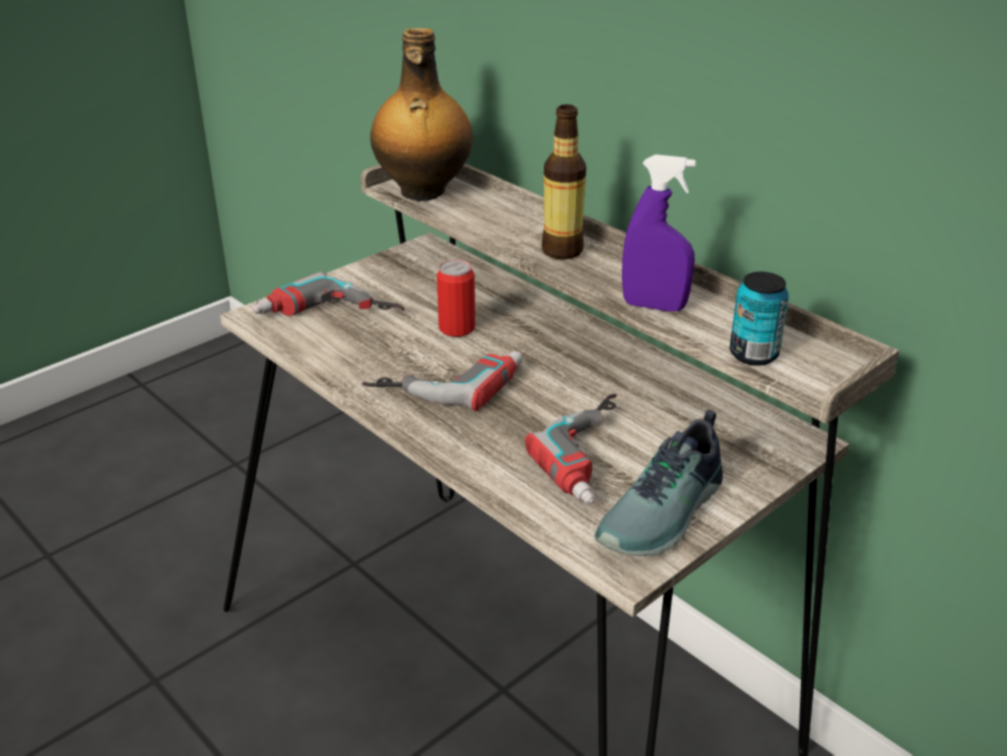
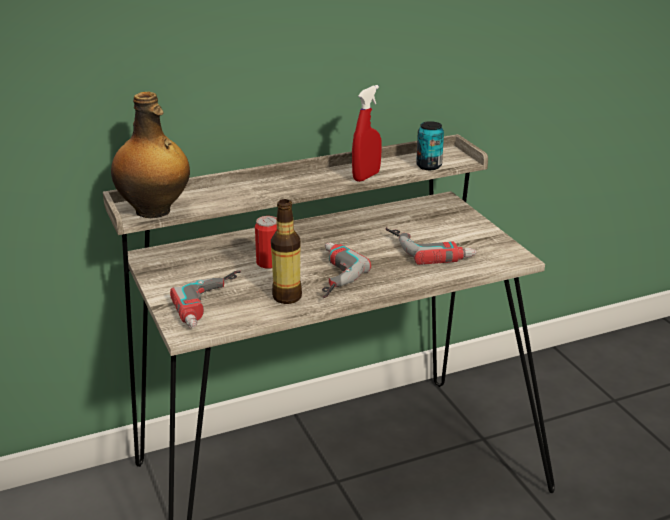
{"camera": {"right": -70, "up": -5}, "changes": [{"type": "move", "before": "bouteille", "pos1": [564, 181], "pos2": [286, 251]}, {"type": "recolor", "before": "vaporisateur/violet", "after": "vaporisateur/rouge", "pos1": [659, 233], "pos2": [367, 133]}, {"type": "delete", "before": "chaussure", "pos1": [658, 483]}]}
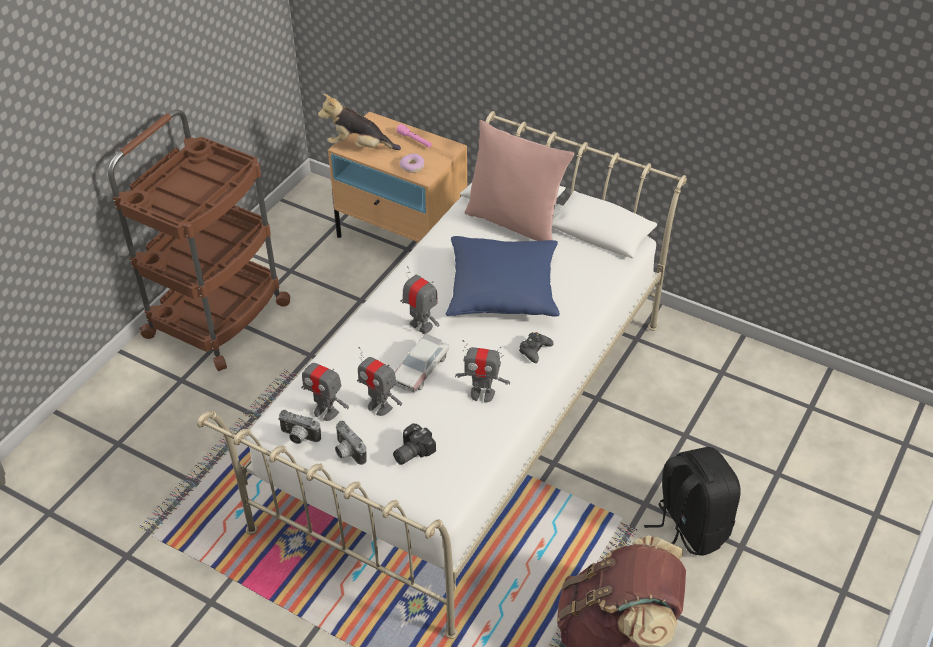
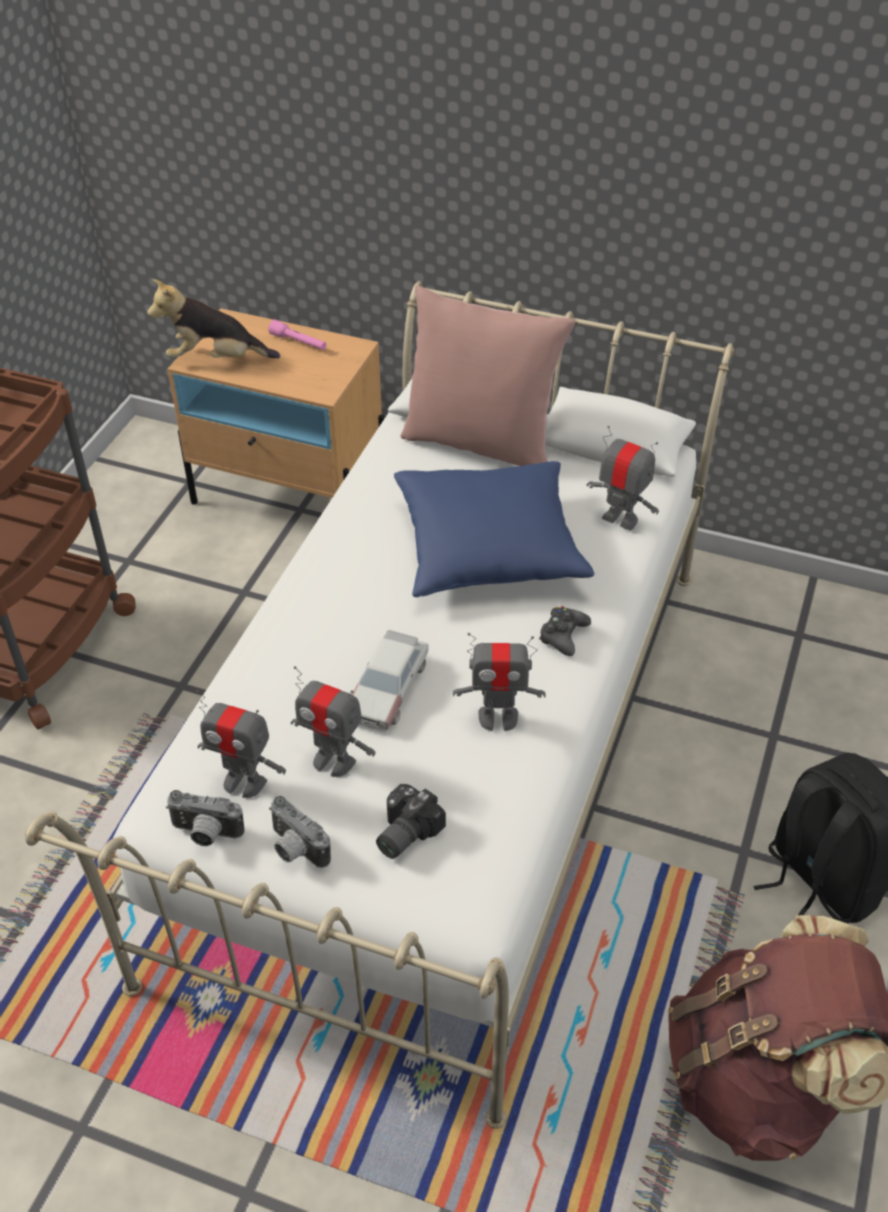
{"camera": {"right": -10, "up": 0}, "changes": [{"type": "delete", "before": "beignet", "pos1": [412, 163]}, {"type": "move", "before": "robot jouet", "pos1": [420, 300], "pos2": [623, 478]}]}
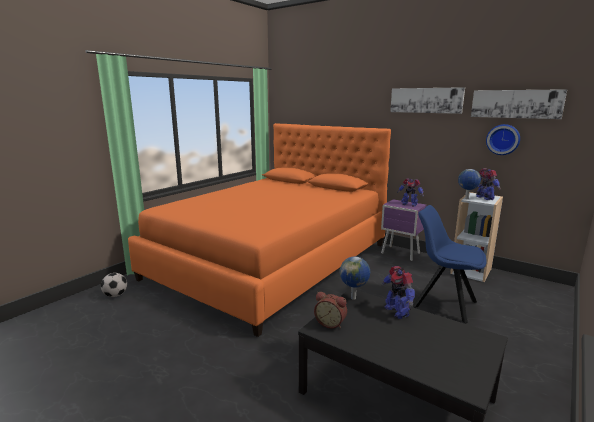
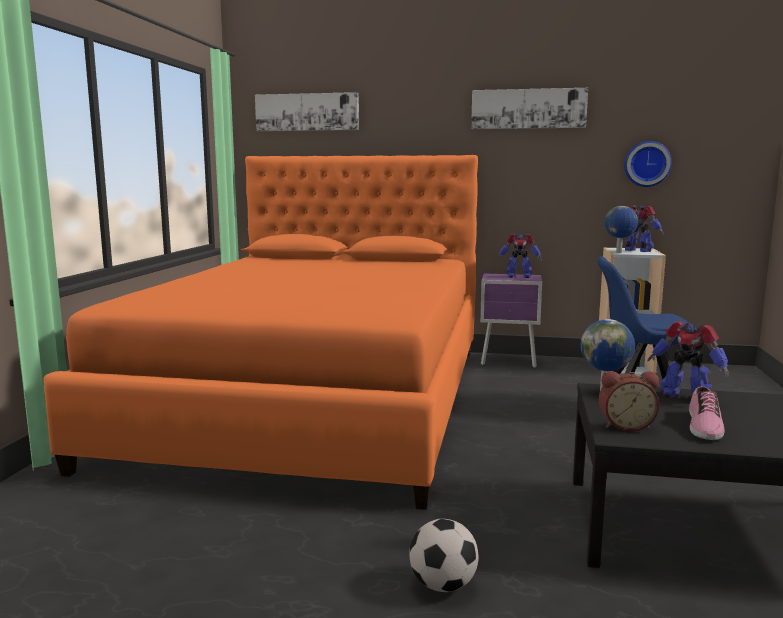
{"camera": {"right": -25, "up": -5}, "changes": [{"type": "move", "before": "tableau", "pos1": [519, 104], "pos2": [307, 111]}, {"type": "move", "before": "ballon de foot", "pos1": [114, 285], "pos2": [443, 555]}, {"type": "insert", "after": "chaussure", "pos2": [707, 413]}]}
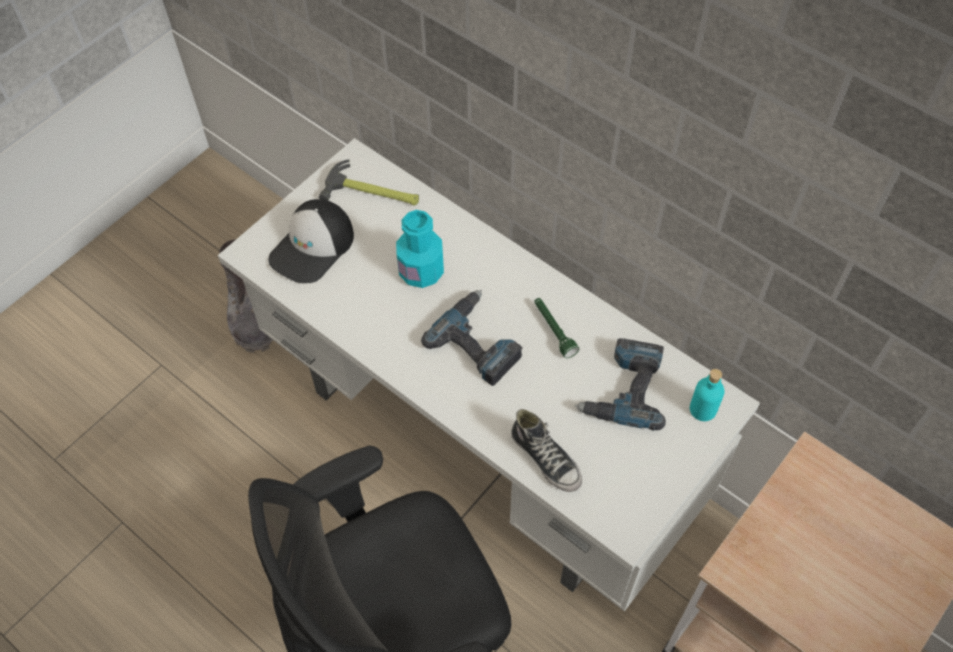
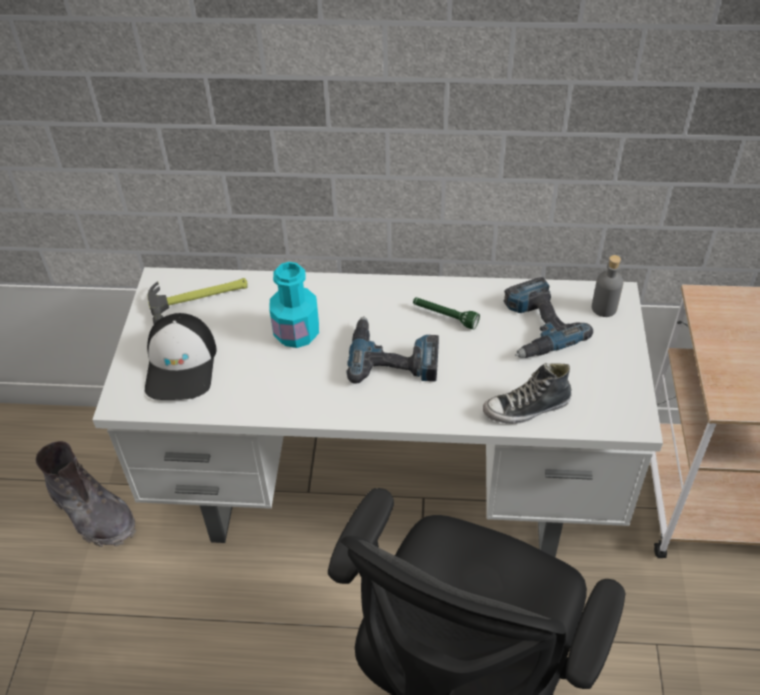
{"camera": {"right": -35, "up": -10}, "changes": [{"type": "recolor", "before": "bouteille/turquoise", "after": "bouteille/gris", "pos1": [707, 395], "pos2": [607, 286]}, {"type": "rotate", "before": "chaussure", "pos1": [546, 450], "pos2": [527, 393], "turn": 150}]}
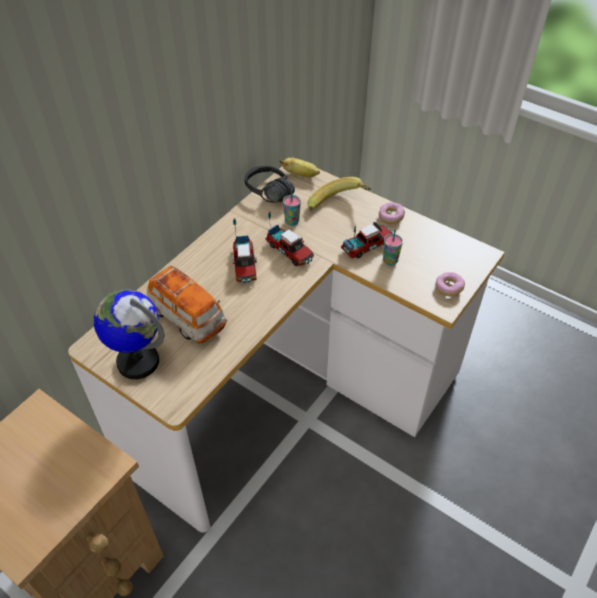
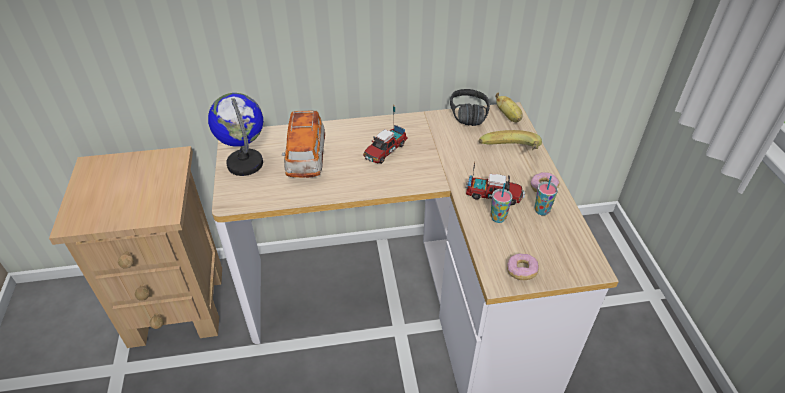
{"camera": {"right": 45, "up": -5}, "changes": [{"type": "move", "before": "tasse", "pos1": [292, 207], "pos2": [546, 196]}, {"type": "delete", "before": "camion jouet", "pos1": [290, 238]}]}
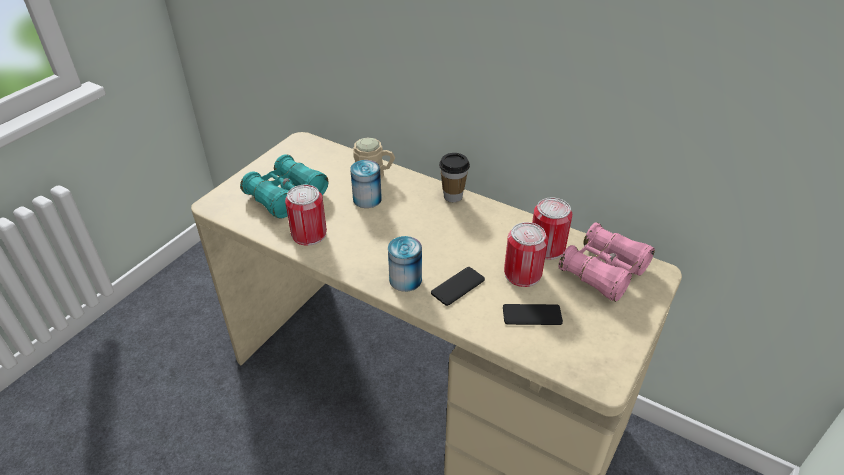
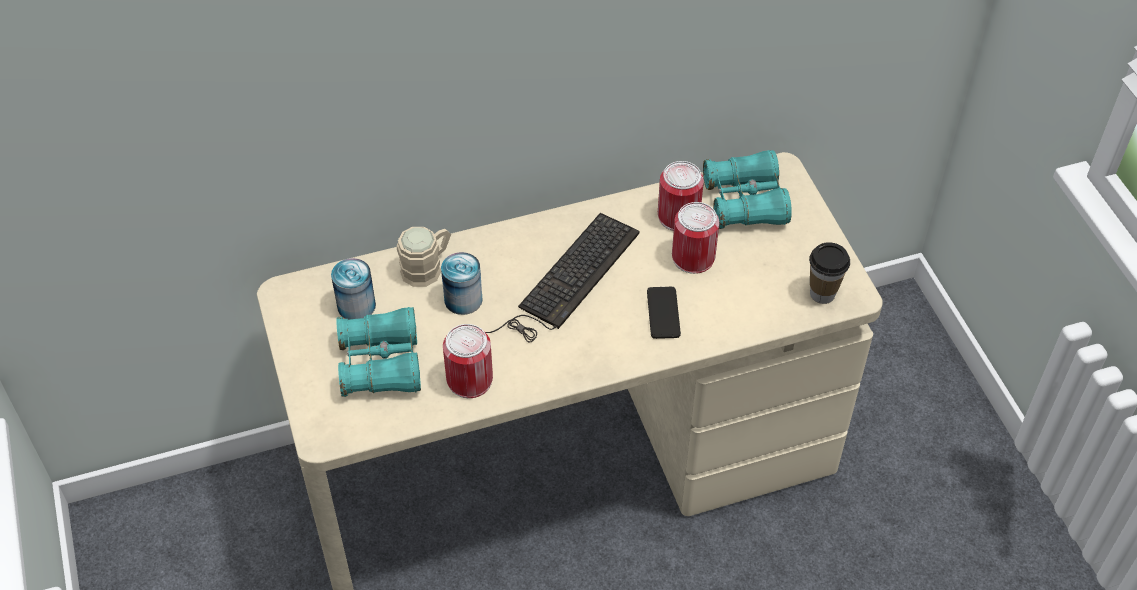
{"camera": {"right": -50, "up": 10}, "changes": [{"type": "move", "before": "tasse", "pos1": [454, 177], "pos2": [829, 273]}, {"type": "recolor", "before": "jumelles/rose", "after": "jumelles/turquoise", "pos1": [606, 262], "pos2": [747, 189]}, {"type": "move", "before": "boîte métallique", "pos1": [405, 264], "pos2": [353, 289]}, {"type": "delete", "before": "téléphone", "pos1": [533, 314]}, {"type": "insert", "after": "clavier", "pos2": [562, 277]}]}
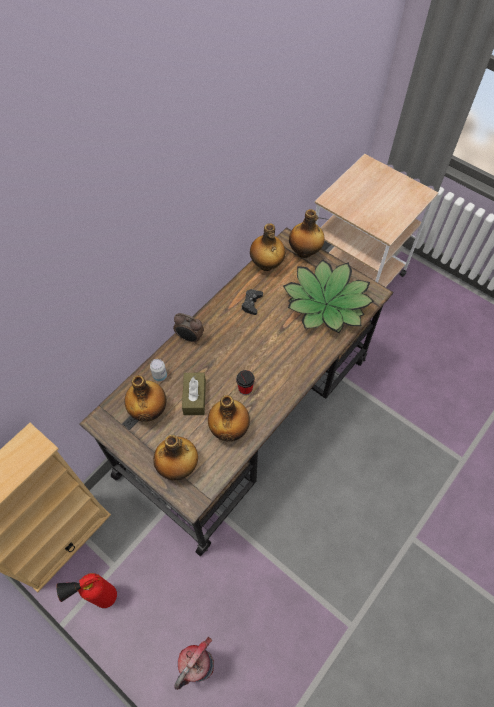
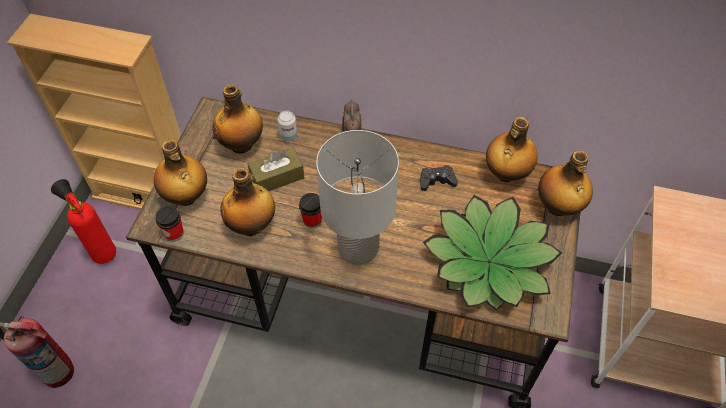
{"camera": {"right": 65, "up": -5}, "changes": [{"type": "insert", "after": "lampe de table/gris", "pos2": [357, 197]}, {"type": "insert", "after": "tasse", "pos2": [169, 224]}]}
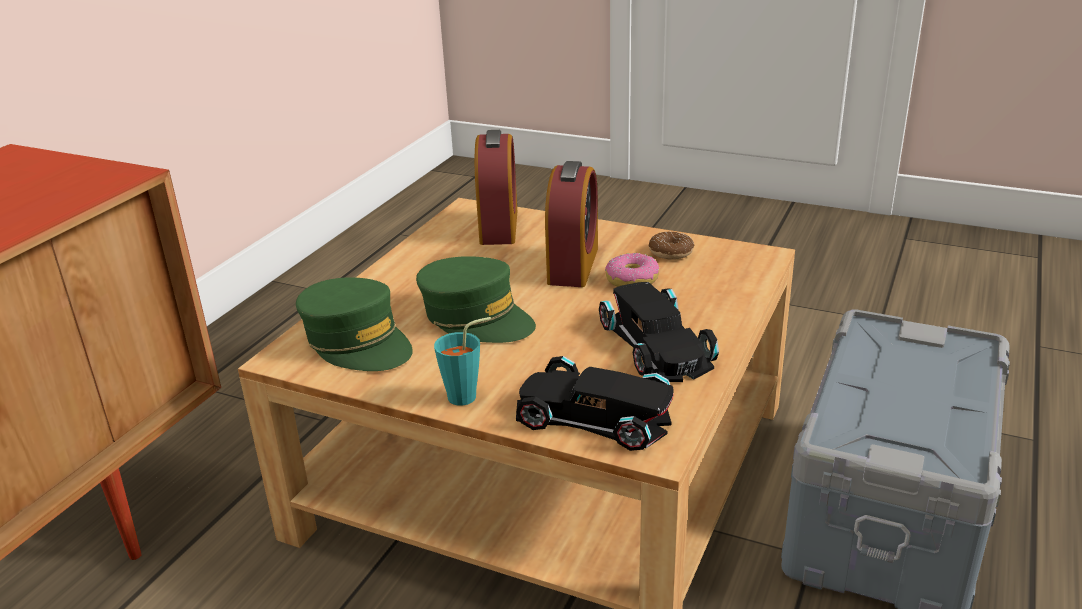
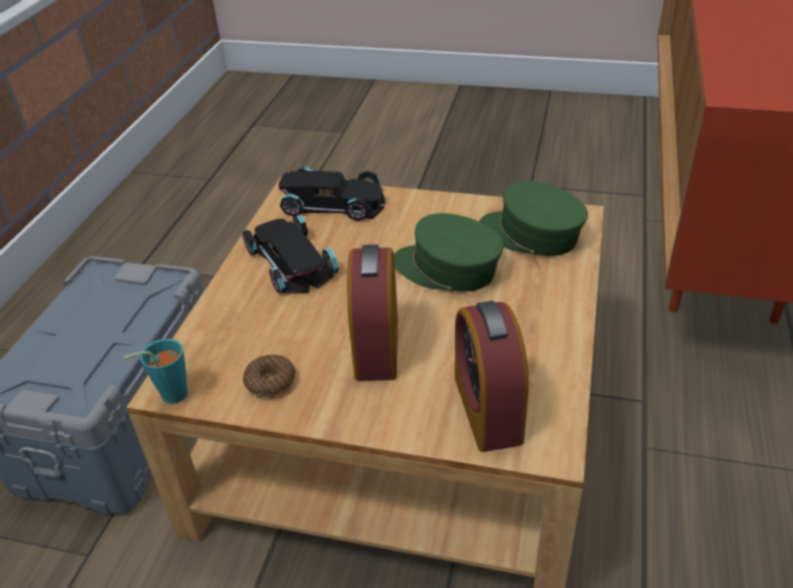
{"camera": {"right": 170, "up": 10}, "changes": [{"type": "delete", "before": "beignet", "pos1": [632, 270]}, {"type": "move", "before": "tasse/turquoise", "pos1": [462, 361], "pos2": [156, 371]}]}
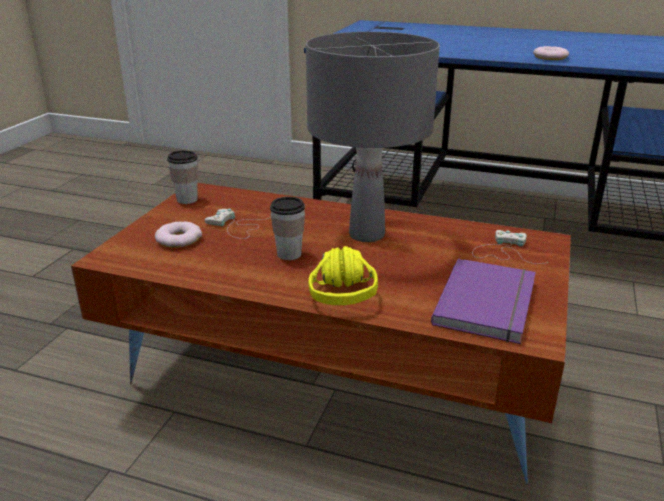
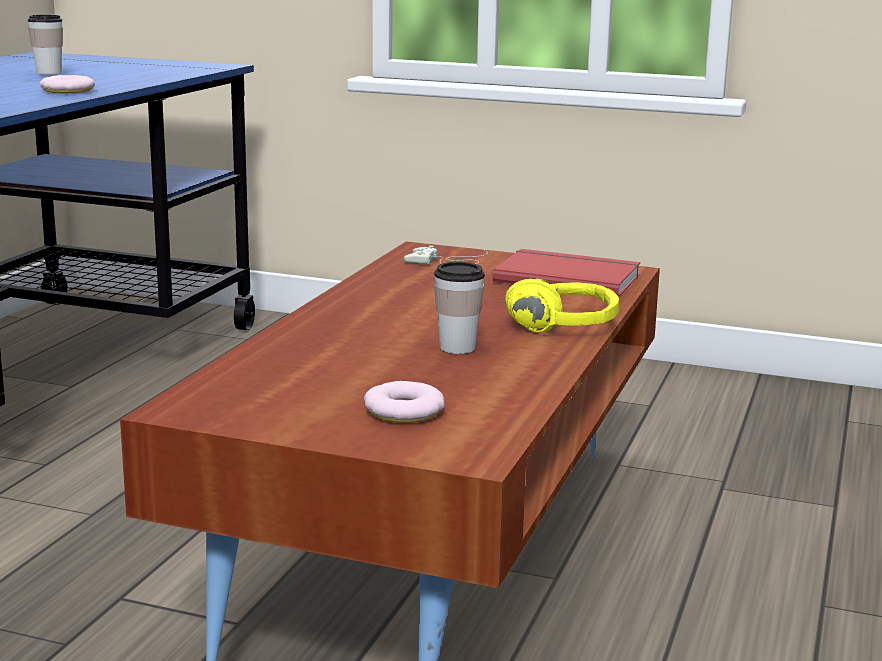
{"camera": {"right": -90, "up": -10}, "changes": [{"type": "delete", "before": "lampe de table/gris", "pos1": [373, 137]}, {"type": "move", "before": "tasse", "pos1": [182, 177], "pos2": [45, 45]}, {"type": "delete", "before": "manette/blanc", "pos1": [238, 224]}, {"type": "recolor", "before": "livre/violet", "after": "livre/rouge", "pos1": [483, 301], "pos2": [566, 273]}]}
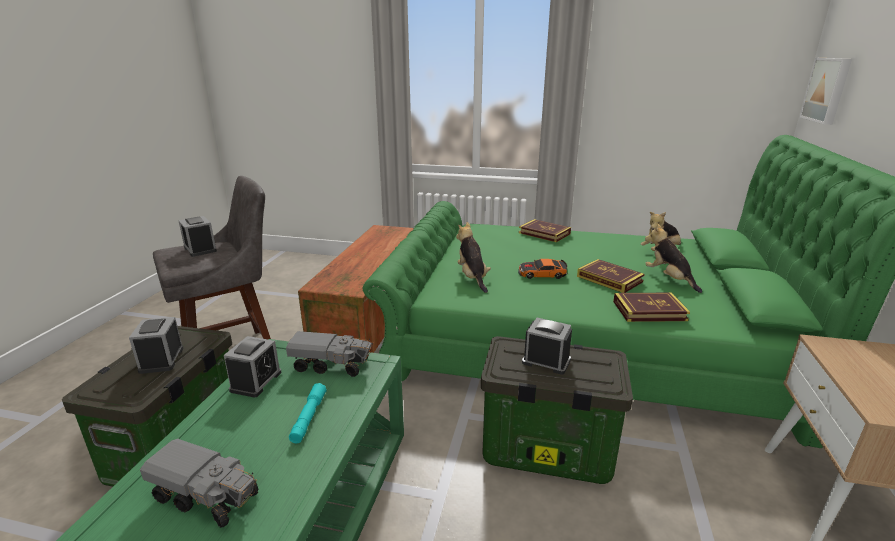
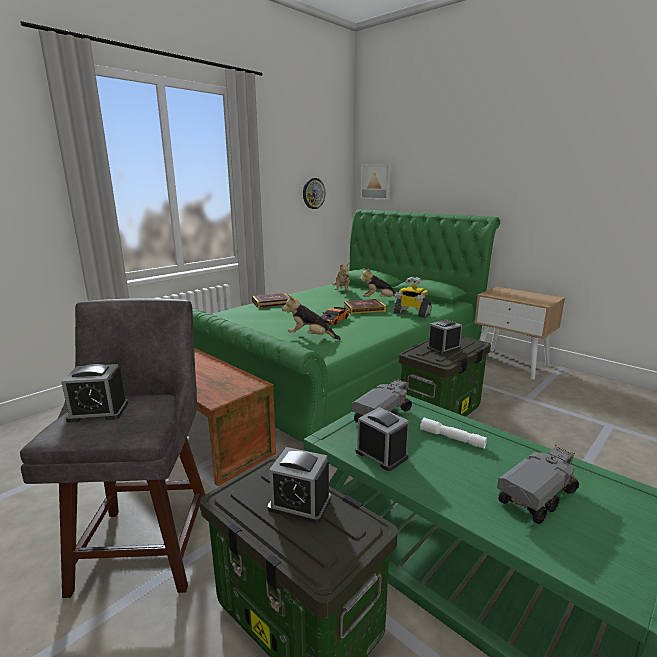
{"camera": {"right": -60, "up": -5}, "changes": [{"type": "replace", "before": "livre", "after": "robot jouet", "pos1": [651, 307], "pos2": [413, 297]}, {"type": "recolor", "before": "lampe de poche/turquoise", "after": "lampe de poche/blanc", "pos1": [308, 413], "pos2": [453, 433]}, {"type": "insert", "after": "horloge murale", "pos2": [314, 193]}]}
